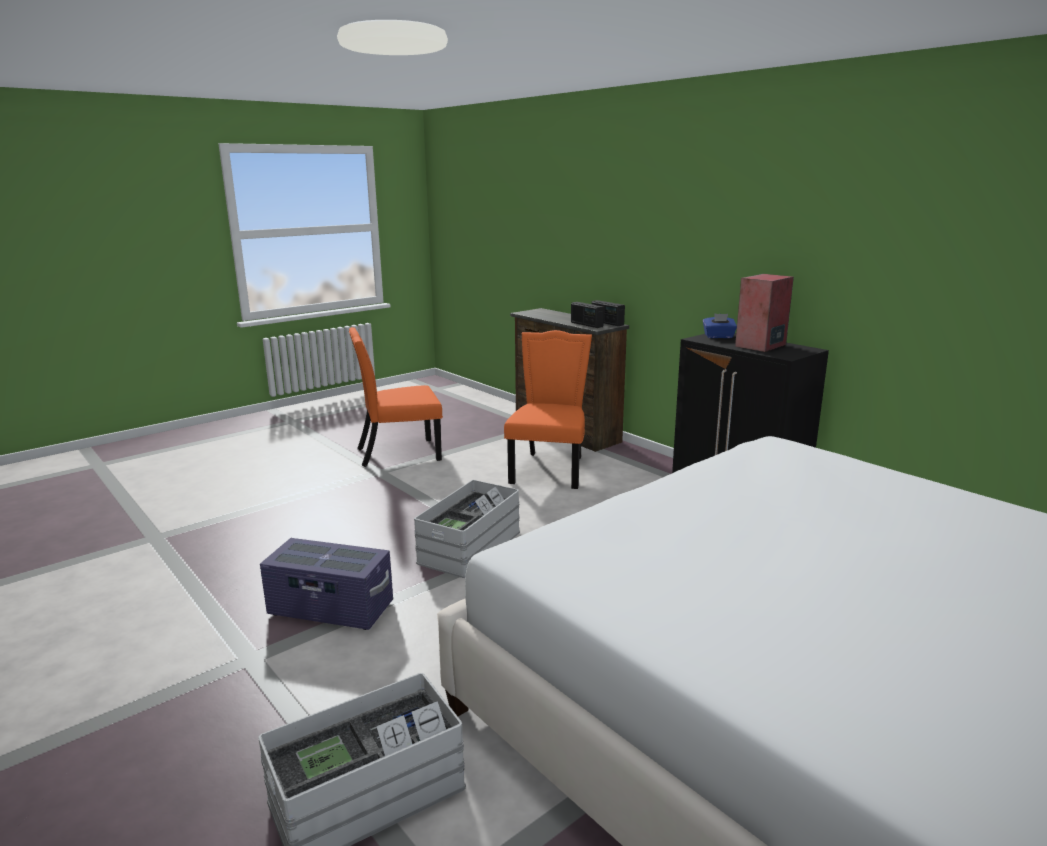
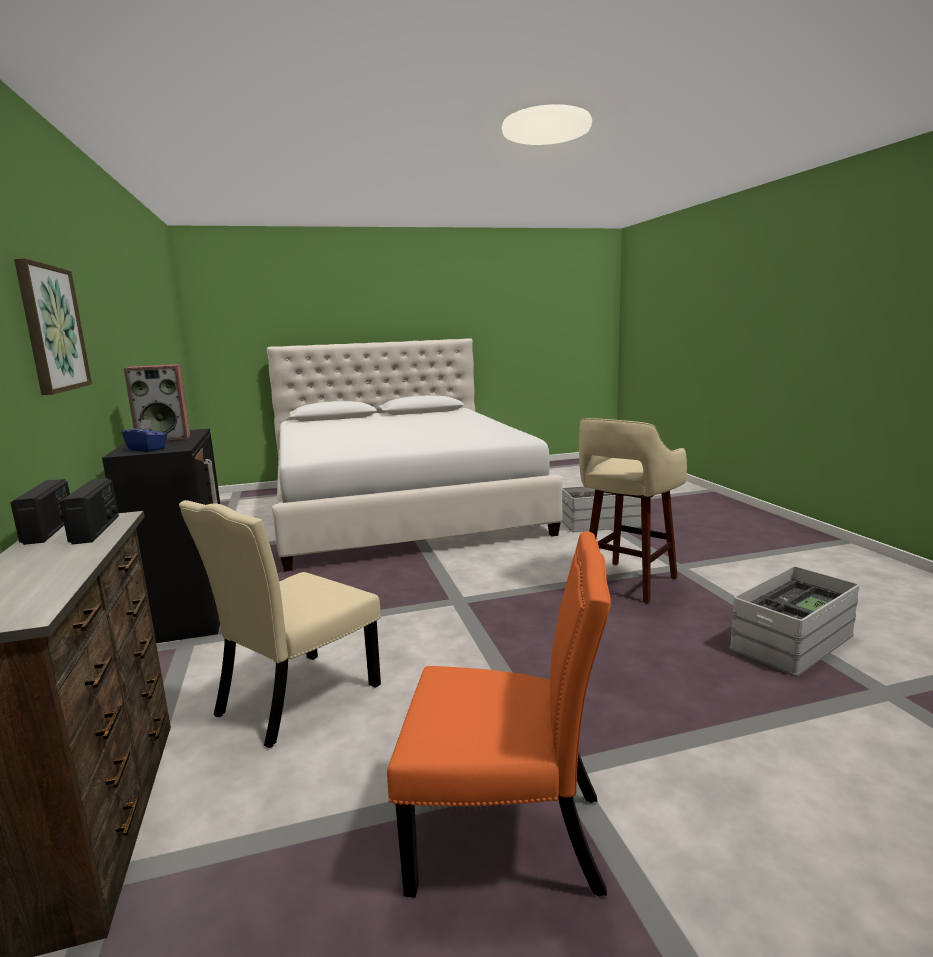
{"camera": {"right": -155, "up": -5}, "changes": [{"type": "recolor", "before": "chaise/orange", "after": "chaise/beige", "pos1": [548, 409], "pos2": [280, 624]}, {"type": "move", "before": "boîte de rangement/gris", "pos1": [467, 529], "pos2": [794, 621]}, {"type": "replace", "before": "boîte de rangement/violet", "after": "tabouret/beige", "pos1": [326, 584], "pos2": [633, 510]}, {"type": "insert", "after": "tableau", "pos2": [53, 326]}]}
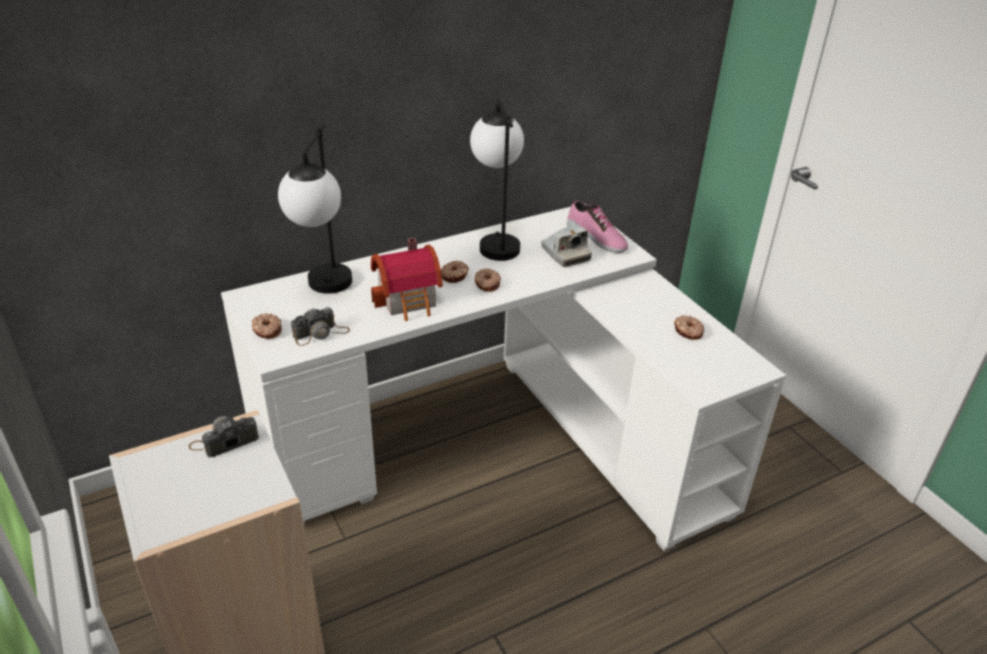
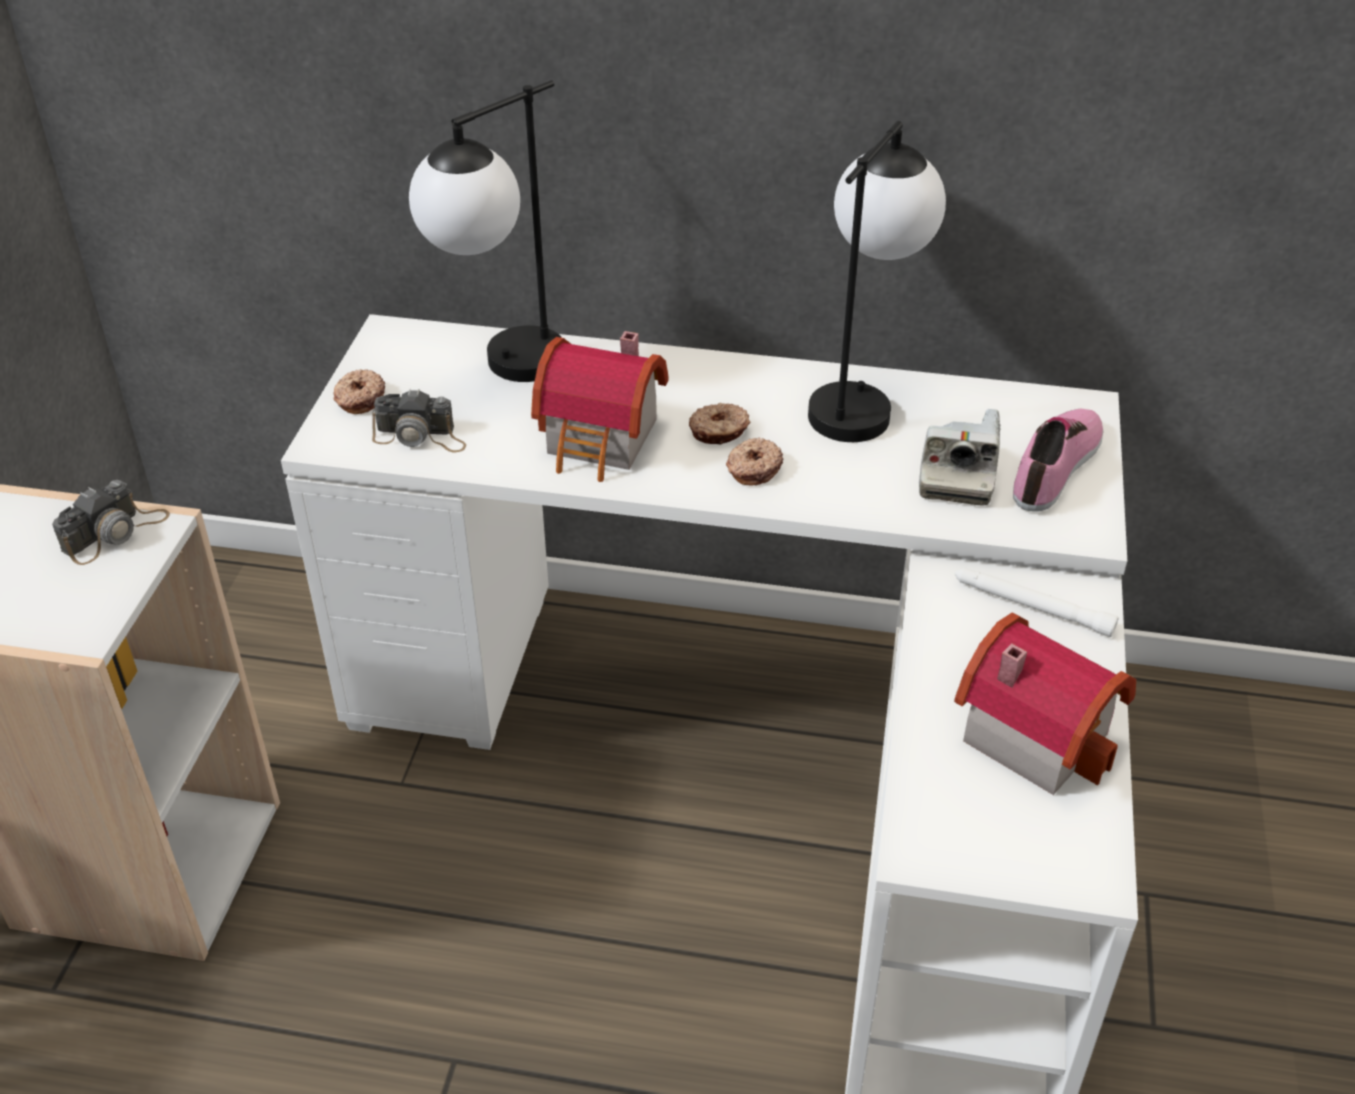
{"camera": {"right": 40, "up": 5}, "changes": [{"type": "rotate", "before": "chaussure", "pos1": [597, 227], "pos2": [1058, 460], "turn": -150}, {"type": "replace", "before": "beignet", "after": "maison miniature", "pos1": [689, 327], "pos2": [1045, 704]}, {"type": "rotate", "before": "appareil photo", "pos1": [224, 436], "pos2": [111, 522], "turn": 120}, {"type": "insert", "after": "lampe de poche/blanc", "pos2": [1037, 602]}]}
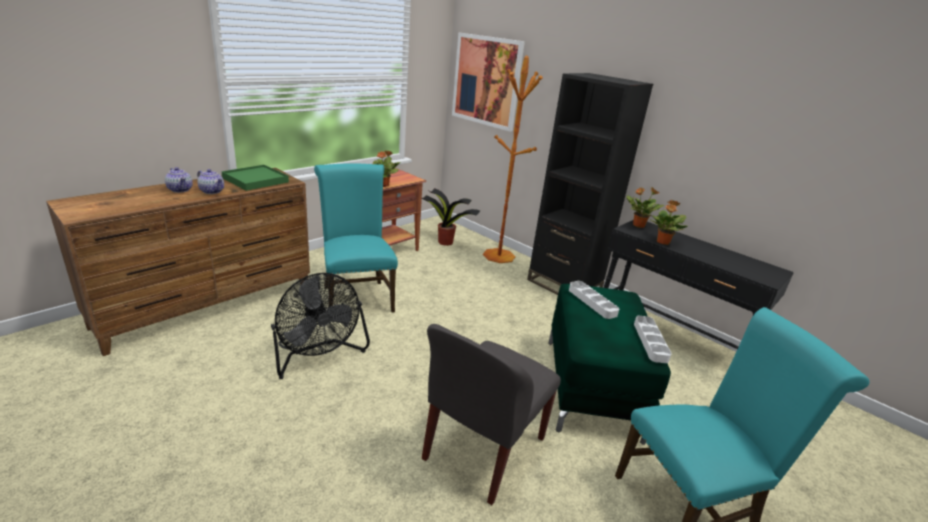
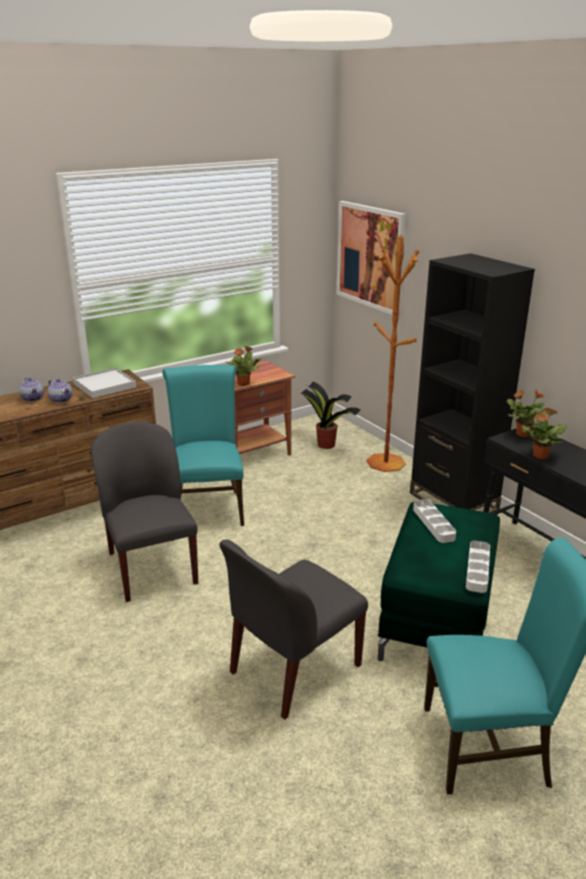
{"camera": {"right": 15, "up": 0}, "changes": [{"type": "recolor", "before": "plateau/vert", "after": "plateau/blanc", "pos1": [255, 178], "pos2": [104, 383]}, {"type": "replace", "before": "ventilateur/noir", "after": "chaise/gris", "pos1": [320, 326], "pos2": [144, 512]}]}
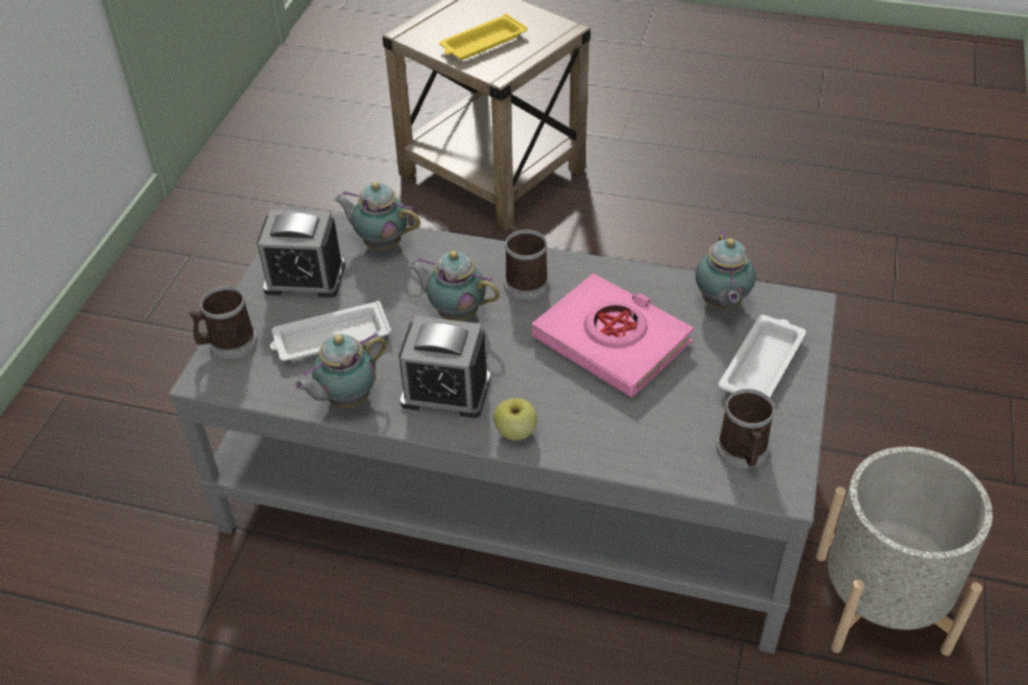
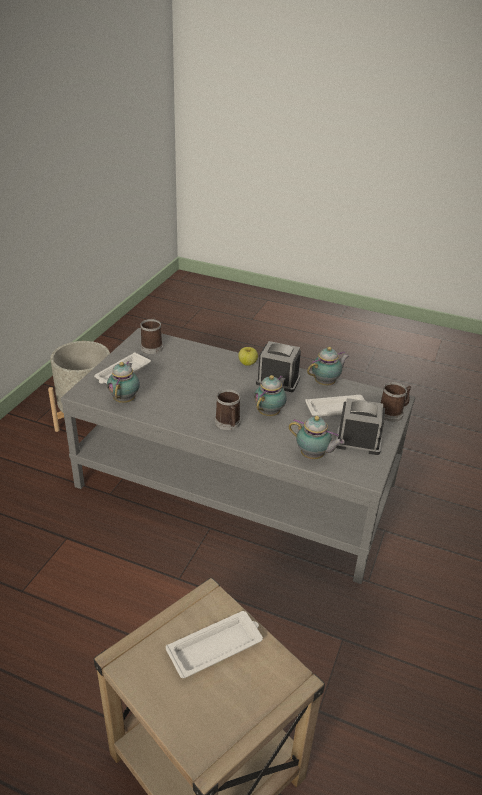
{"camera": {"right": -175, "up": -10}, "changes": [{"type": "recolor", "before": "plateau/jaune", "after": "plateau/blanc", "pos1": [483, 37], "pos2": [214, 644]}, {"type": "rotate", "before": "théière", "pos1": [454, 286], "pos2": [270, 395], "turn": -90}, {"type": "delete", "before": "livre/rose", "pos1": [613, 335]}]}
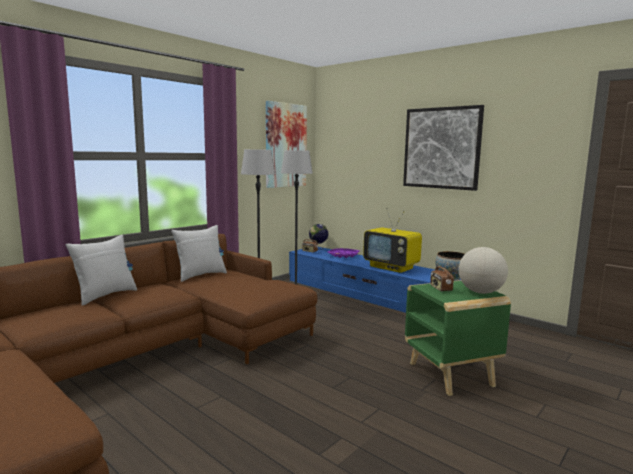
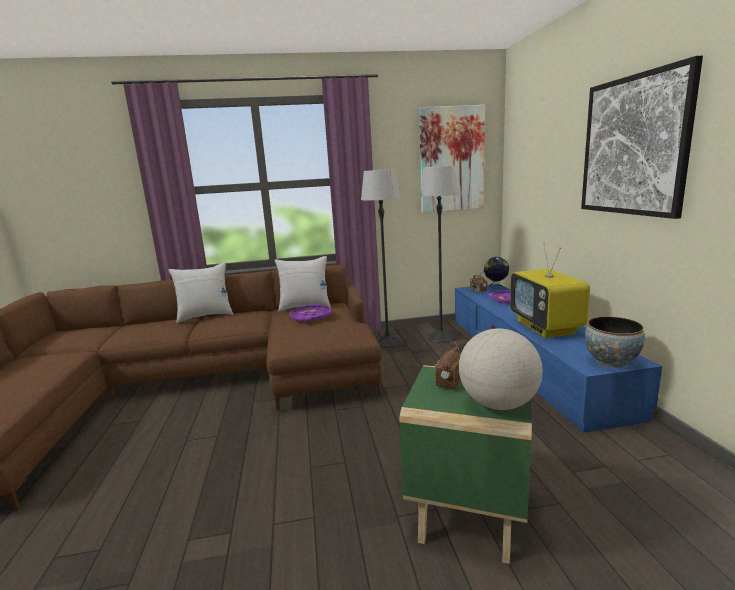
{"camera": {"right": 40, "up": 5}, "changes": [{"type": "insert", "after": "plateau/violet", "pos2": [311, 313]}]}
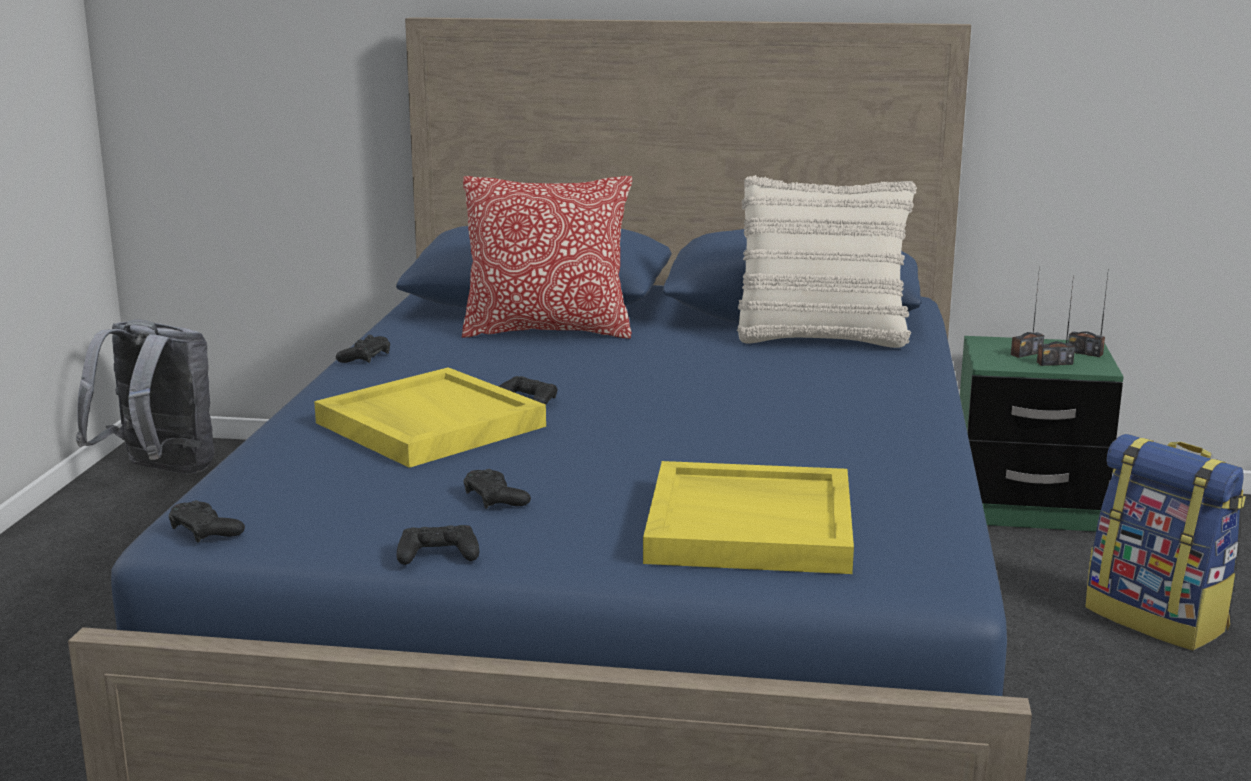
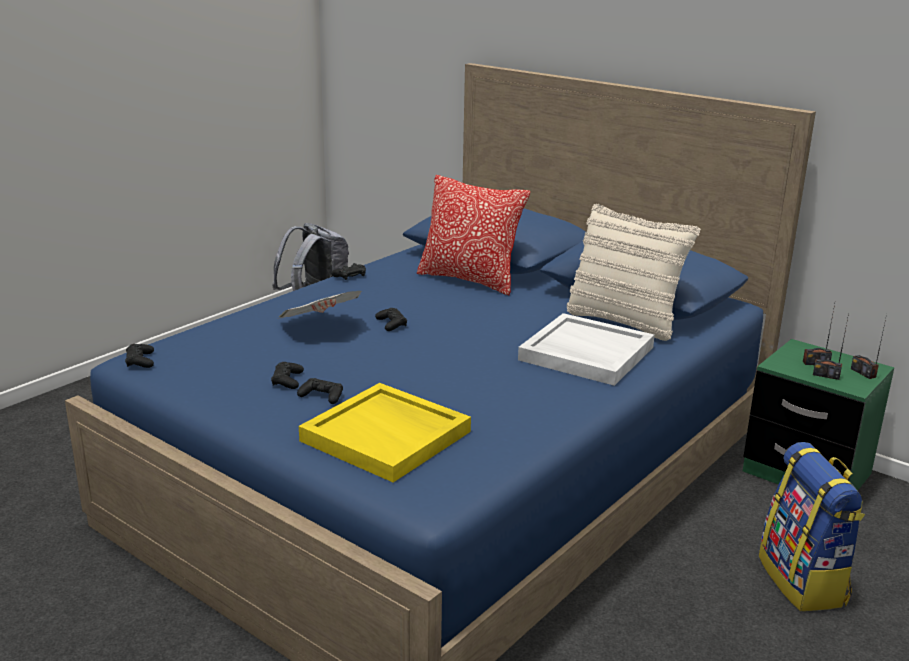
{"camera": {"right": 30, "up": 5}, "changes": [{"type": "replace", "before": "plateau/jaune", "after": "journal", "pos1": [430, 417], "pos2": [320, 304]}, {"type": "move", "before": "manette/noir", "pos1": [438, 545], "pos2": [320, 391]}, {"type": "insert", "after": "plateau/blanc", "pos2": [586, 349]}]}
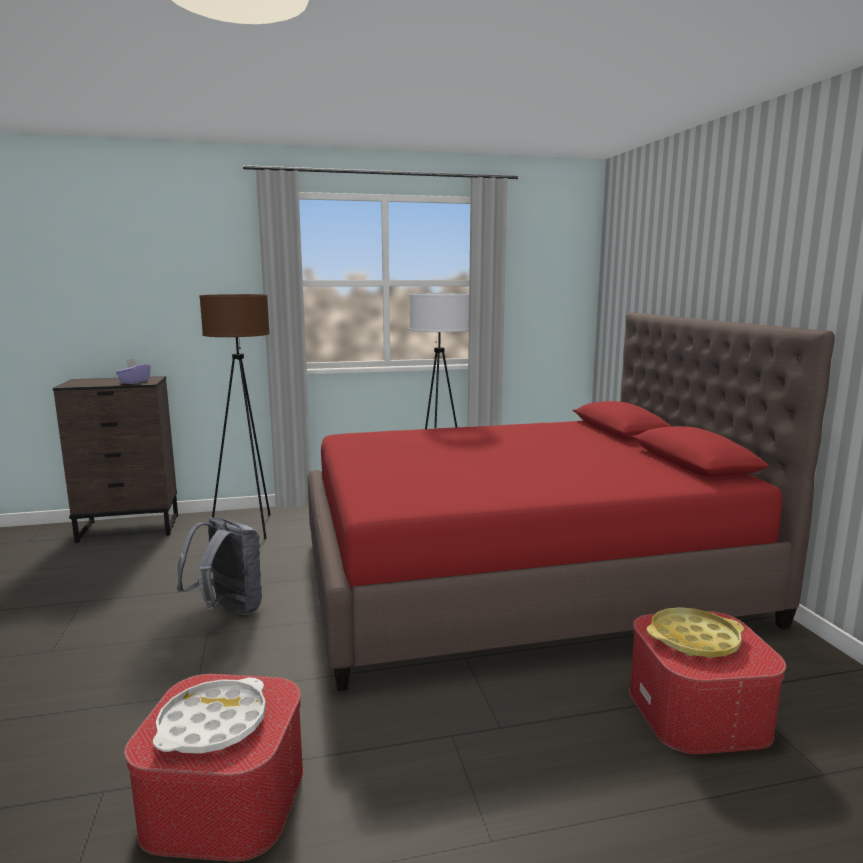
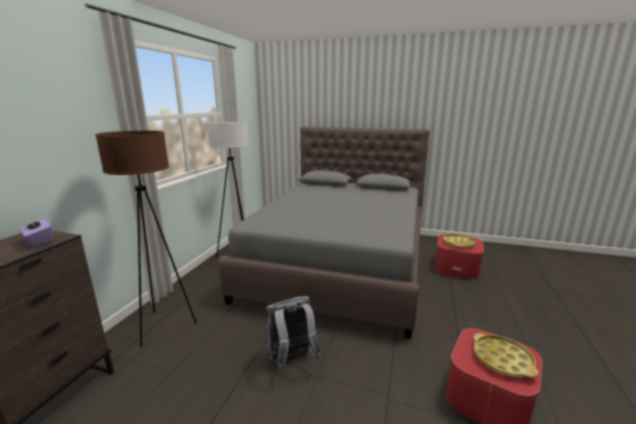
{"camera": {"right": -60, "up": 5}, "changes": [{"type": "recolor", "before": "lit/rouge", "after": "lit/gris", "pos1": [571, 501], "pos2": [324, 233]}, {"type": "recolor", "before": "plateau/blanc", "after": "plateau/jaune", "pos1": [209, 716], "pos2": [506, 355]}]}
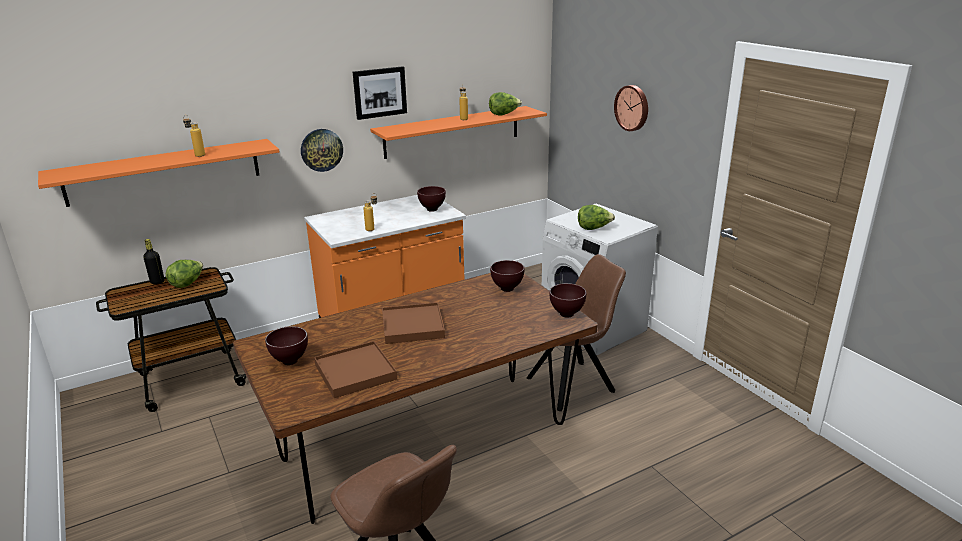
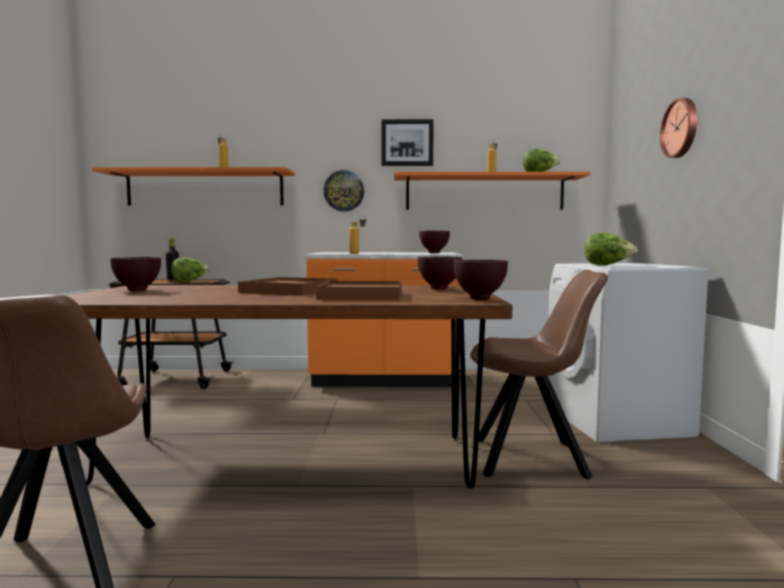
{"camera": {"right": 30, "up": -20}, "changes": [{"type": "move", "before": "plateau/marron", "pos1": [355, 369], "pos2": [359, 290]}]}
